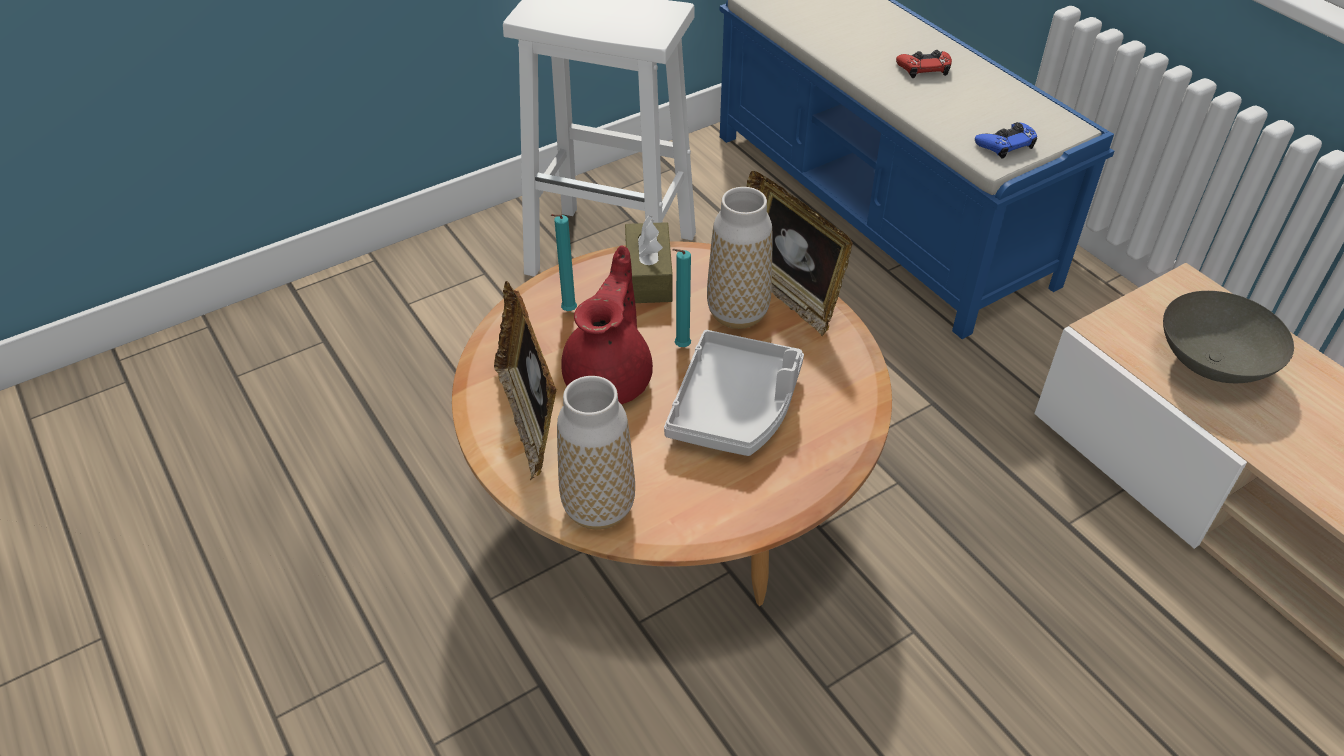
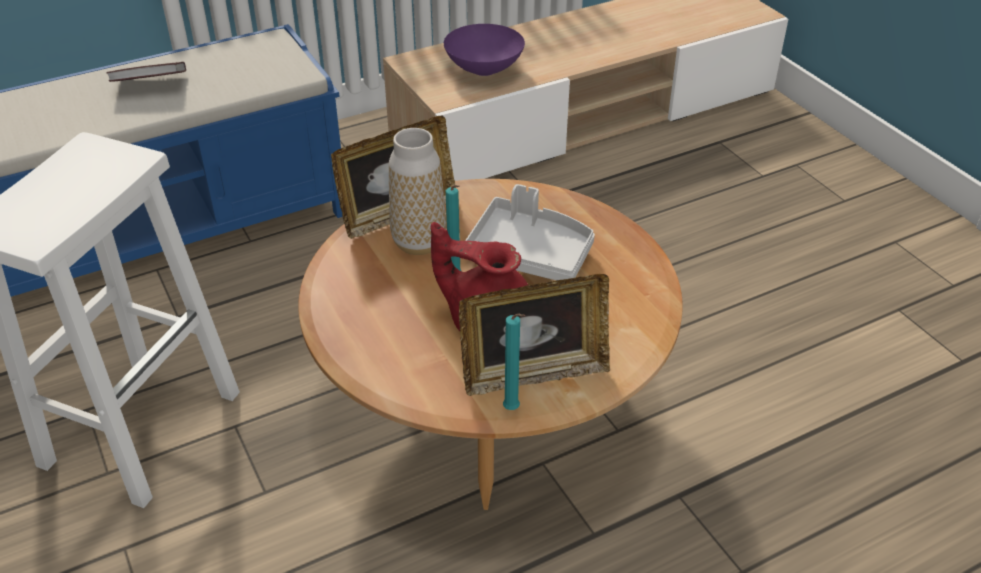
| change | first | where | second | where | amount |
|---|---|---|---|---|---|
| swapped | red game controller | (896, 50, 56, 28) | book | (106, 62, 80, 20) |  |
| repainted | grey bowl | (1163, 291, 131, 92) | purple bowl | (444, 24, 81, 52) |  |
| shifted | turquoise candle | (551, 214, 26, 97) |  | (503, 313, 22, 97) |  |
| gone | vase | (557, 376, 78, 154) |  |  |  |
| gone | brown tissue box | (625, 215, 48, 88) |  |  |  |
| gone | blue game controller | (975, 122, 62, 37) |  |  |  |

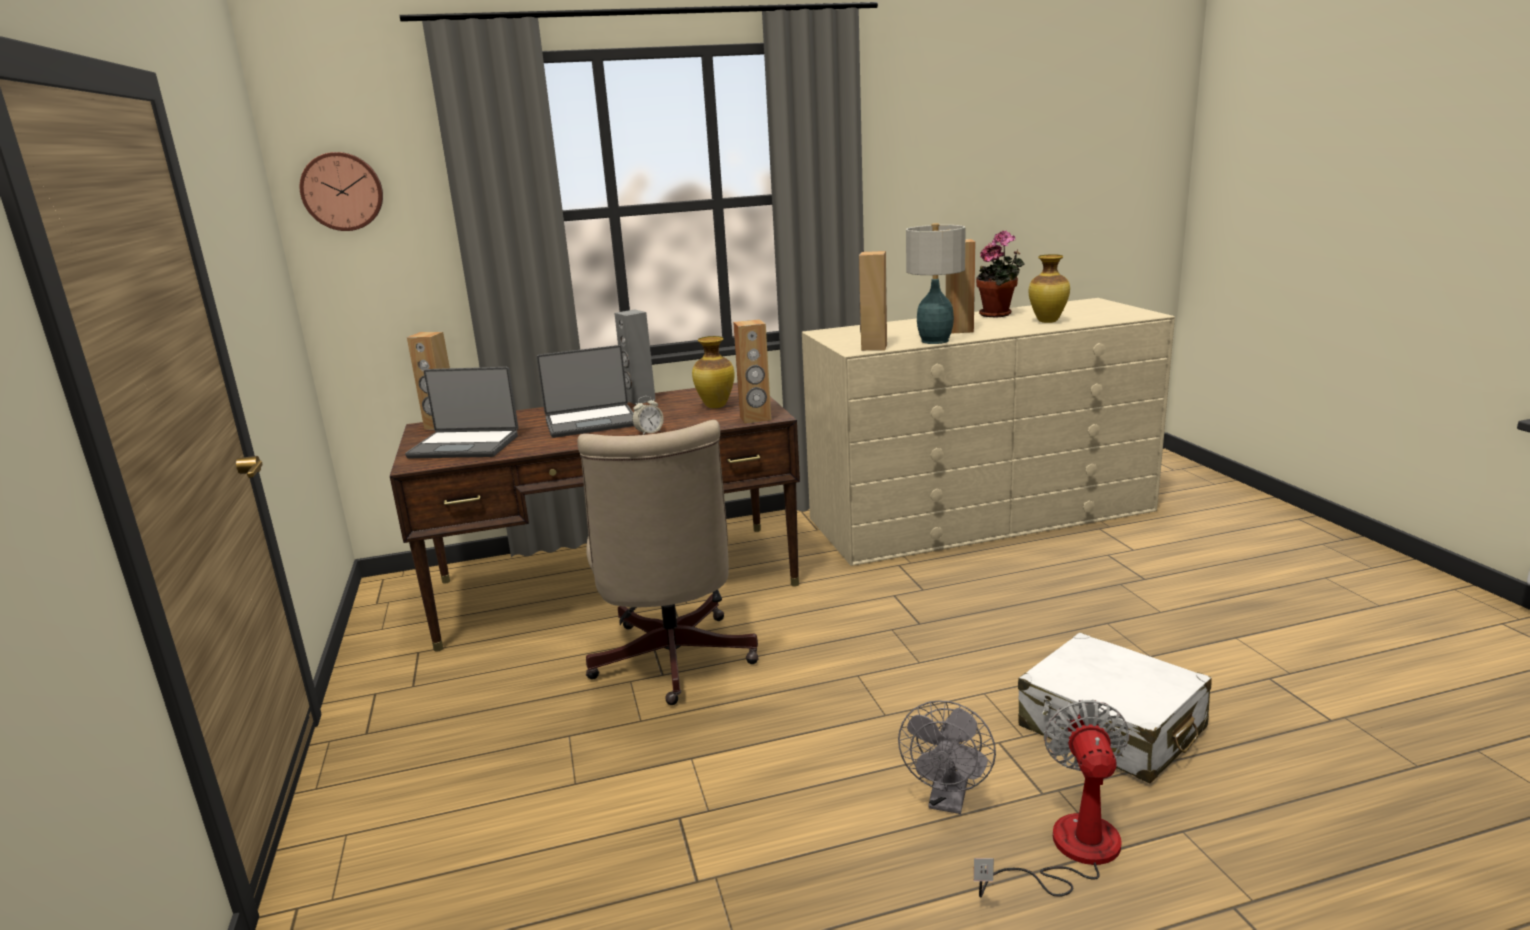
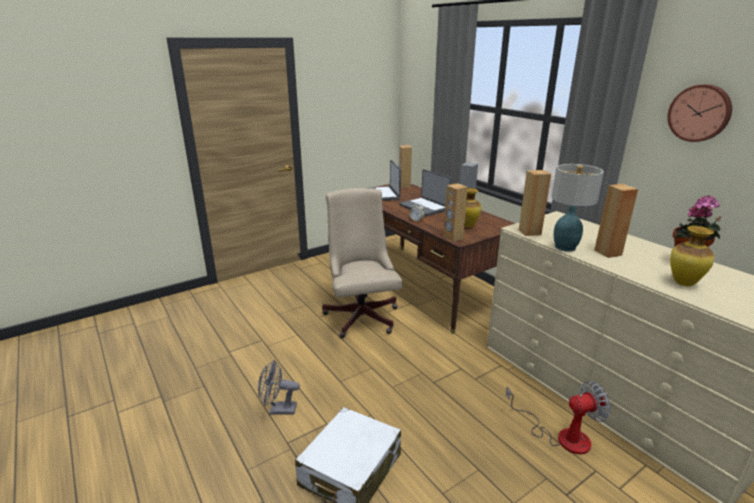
| change | first | where | second | where | amount |
|---|---|---|---|---|---|
| rotated | beige office chair | (577, 420, 182, 285) |  | (322, 188, 81, 150) | 105 degrees clockwise |
| shifted | fan | (974, 700, 155, 197) |  | (506, 381, 105, 73) |  |
| shifted | wall clock | (300, 152, 83, 79) |  | (667, 84, 65, 58) |  |

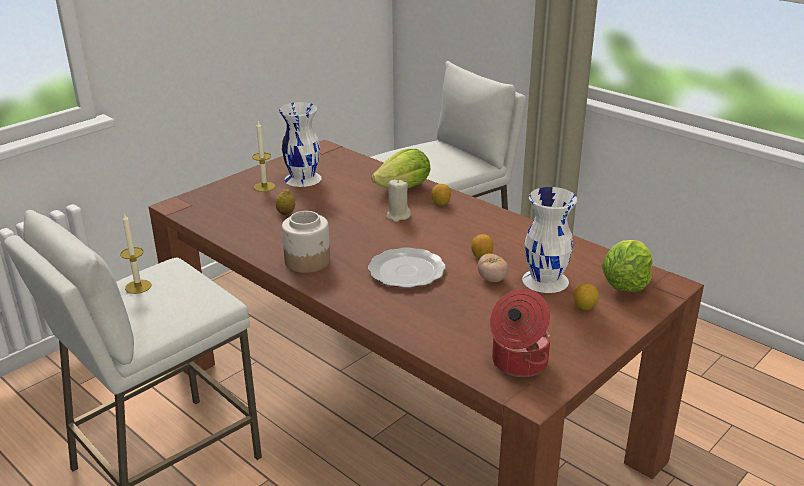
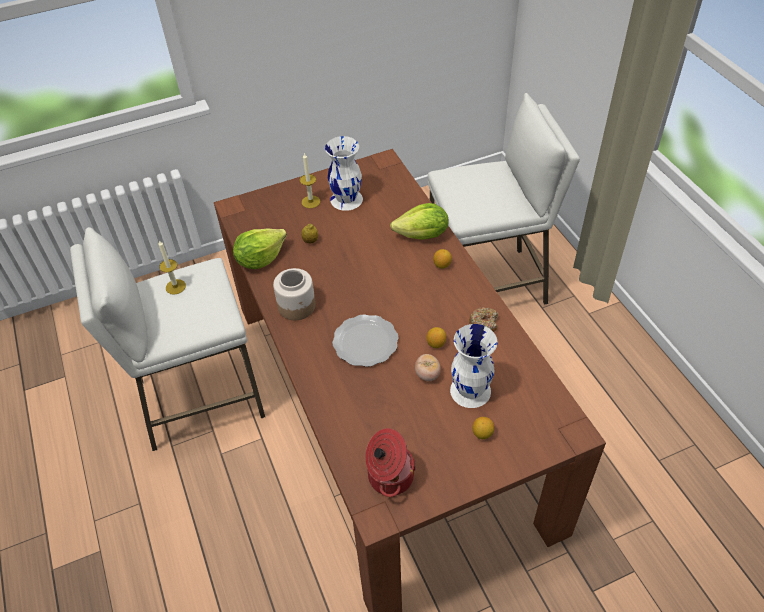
| change | first | where | second | where | amount |
|---|---|---|---|---|---|
| shifted | lettuce | (601, 240, 51, 52) |  | (233, 228, 54, 41) |  |
| new |  |  | donut | (469, 308, 29, 24) |  |
| gone | beige candle | (386, 179, 25, 43) |  |  |  |

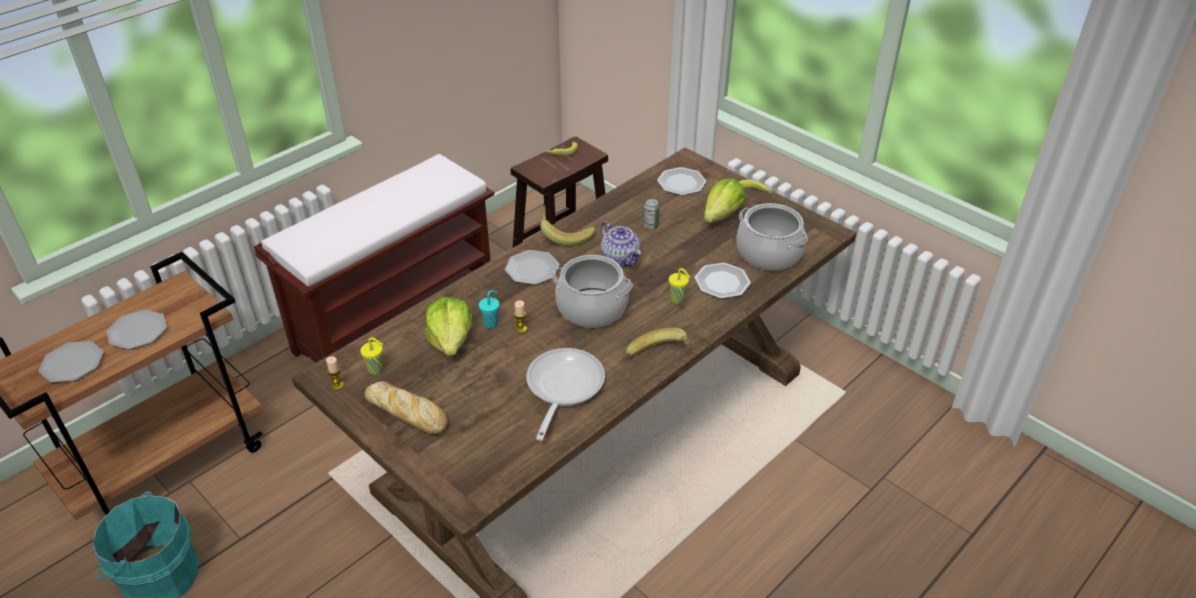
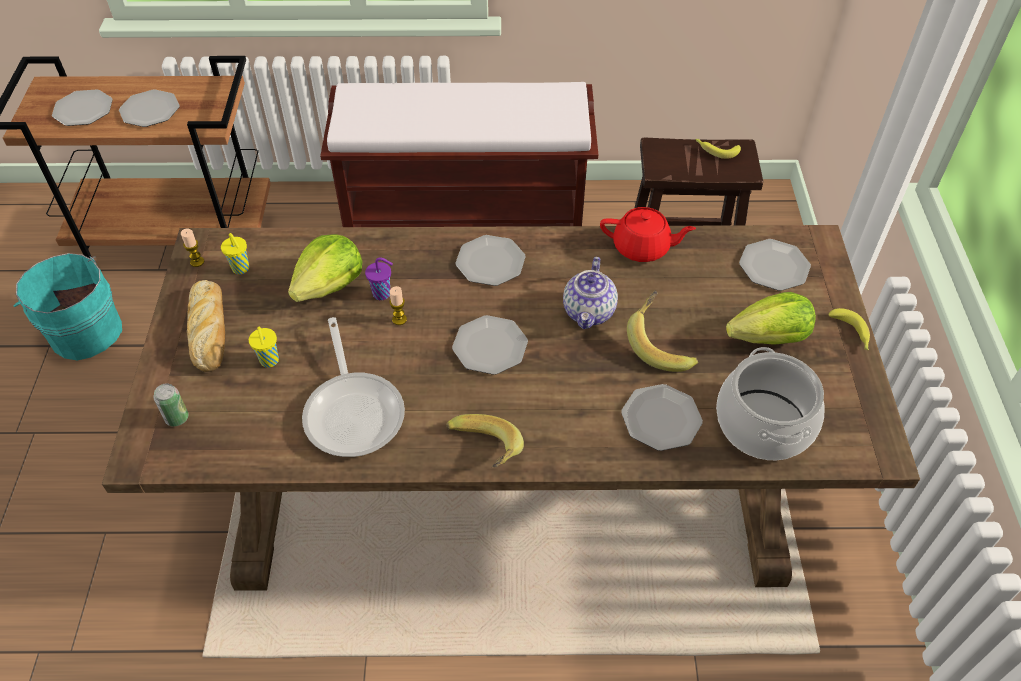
| change | first | where | second | where | amount |
|---|---|---|---|---|---|
| shifted | can | (643, 199, 16, 31) |  | (153, 384, 36, 43) |  |
| shifted | yellow cup | (669, 268, 21, 35) |  | (249, 327, 30, 41) |  |
| rotated | frying pan | (526, 348, 79, 93) |  | (302, 317, 103, 140) | 105 degrees clockwise |
| repainted | turquoise cup | (479, 290, 21, 39) | purple cup | (365, 257, 28, 43) |  |
| swapped | cooking pot | (552, 255, 81, 73) | plate | (452, 315, 76, 60) |  |
| new |  |  | red teapot | (600, 207, 96, 55) |  |
| shifted | banana | (540, 204, 55, 42) |  | (627, 290, 71, 82) |  |

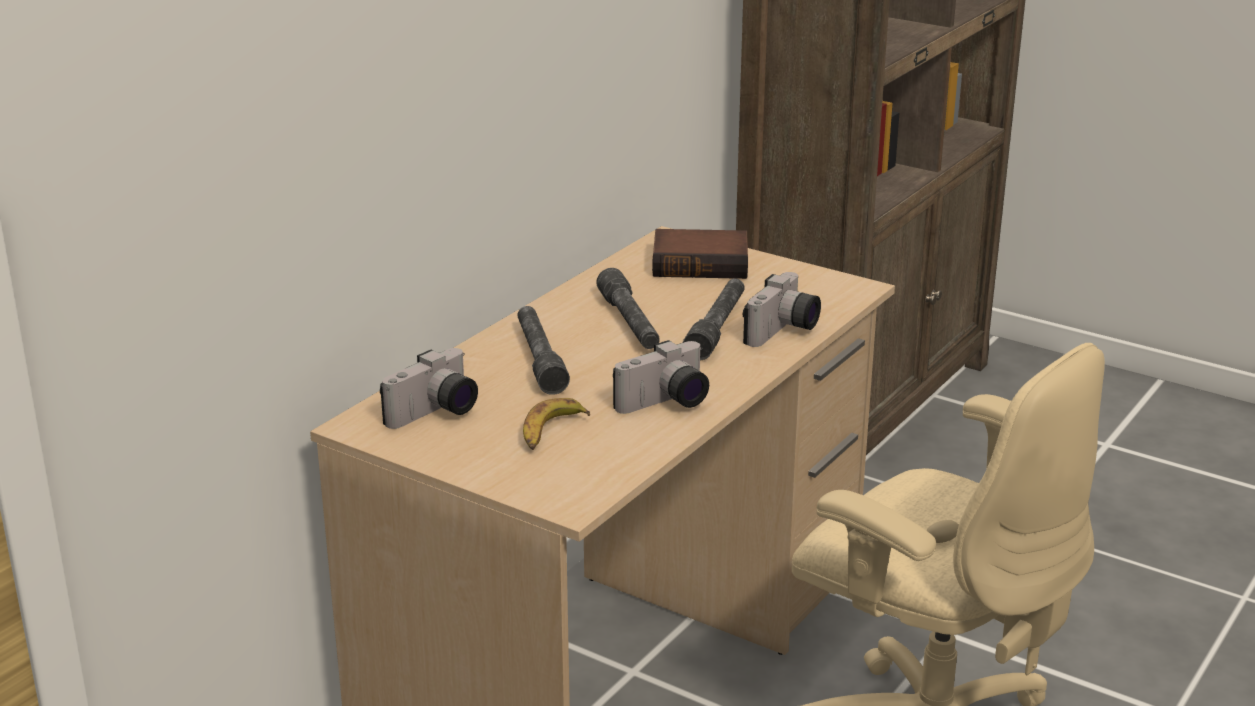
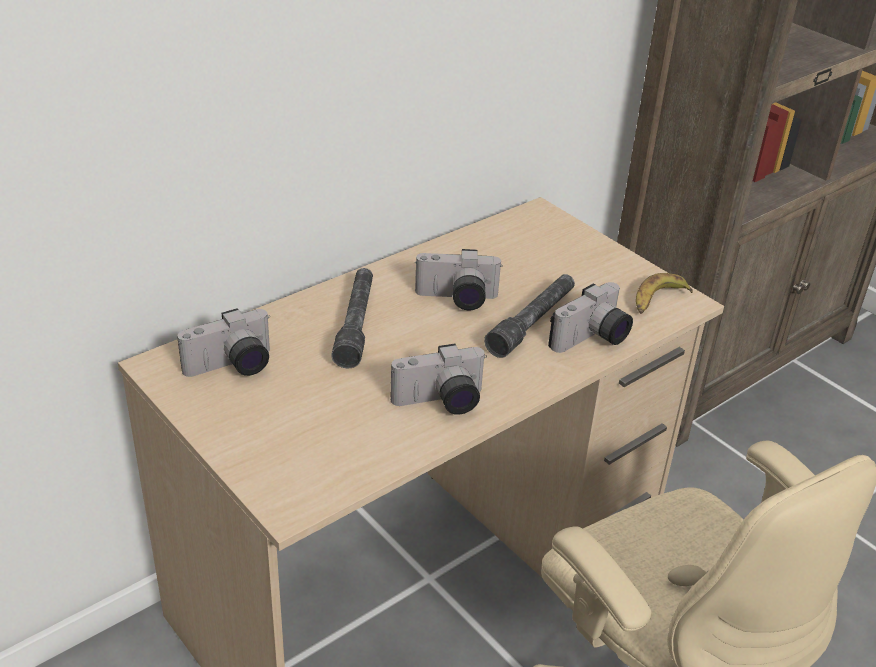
| change | first | where | second | where | amount |
|---|---|---|---|---|---|
| swapped | grey flashlight | (596, 268, 64, 81) | photo camera | (415, 249, 88, 61) |  |
| shifted | banana | (523, 398, 67, 52) |  | (636, 273, 57, 41) |  |
| gone | book | (652, 229, 96, 50) |  |  |  |

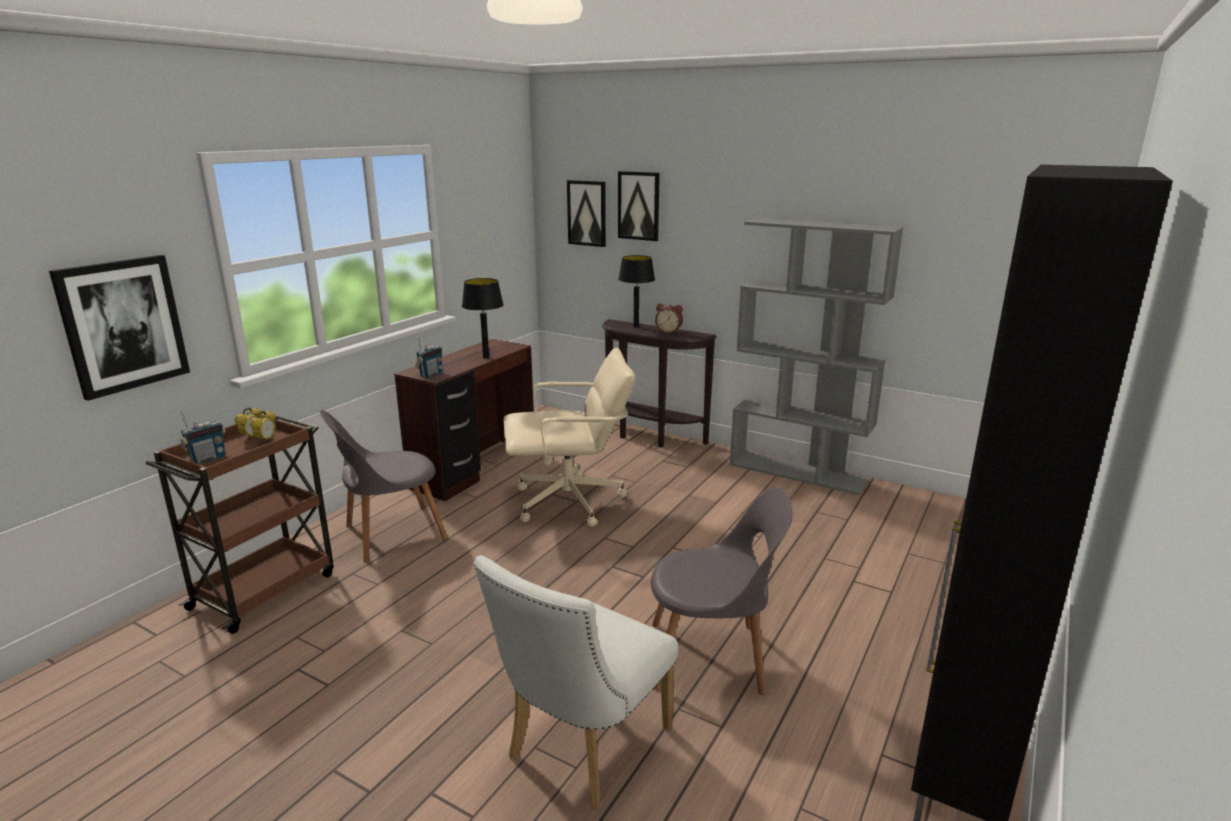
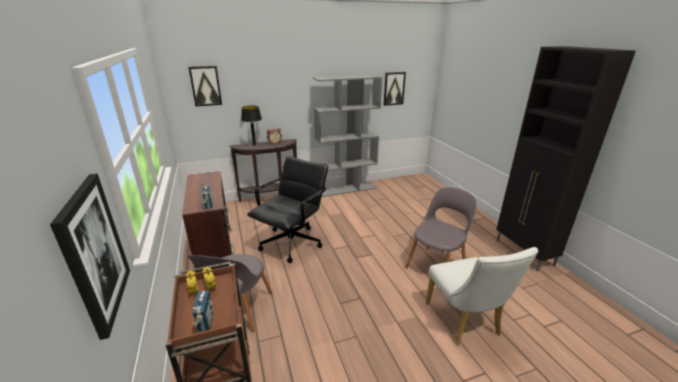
| change | first | where | second | where | amount |
|---|---|---|---|---|---|
| repainted | beige office chair | (503, 348, 133, 179) | black office chair | (247, 156, 81, 107) |  |
| shifted | picture | (618, 171, 42, 70) |  | (384, 72, 22, 34) |  |
| gone | black table lamp | (462, 278, 42, 81) |  |  |  |

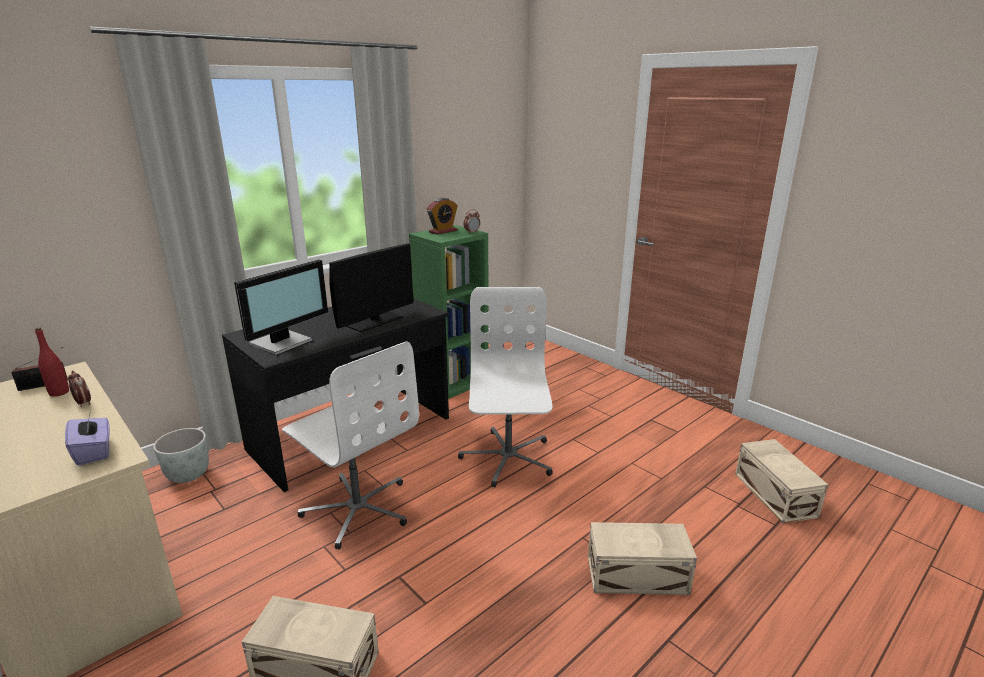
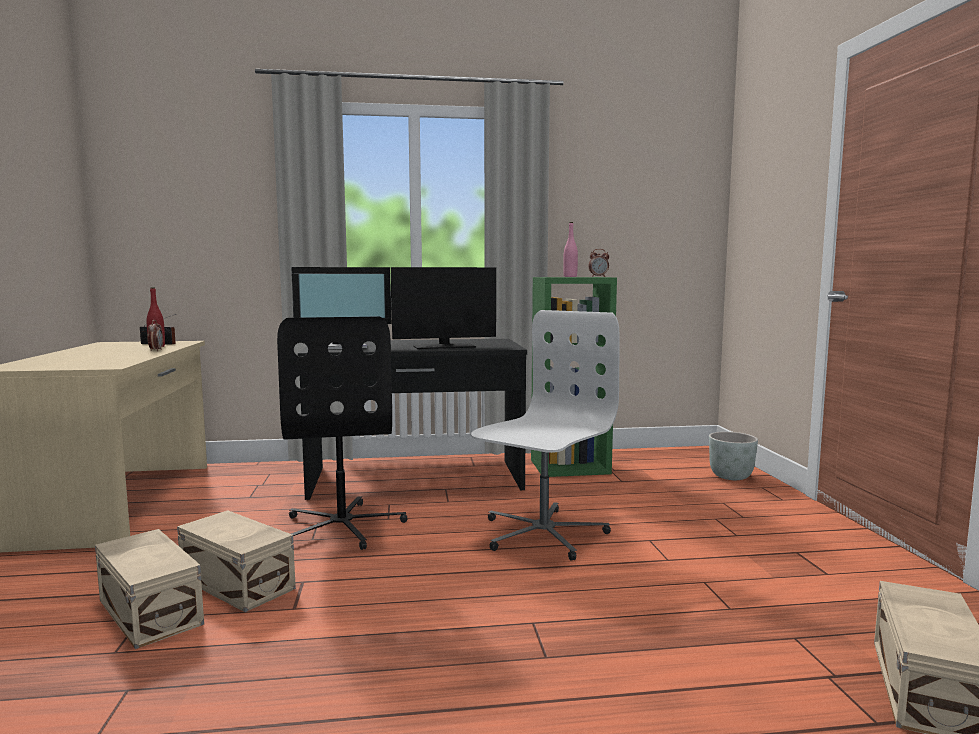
| change | first | where | second | where | amount |
|---|---|---|---|---|---|
| shifted | beige storage box | (588, 522, 109, 73) |  | (177, 510, 119, 102) |  |
| repainted | white office chair | (282, 341, 137, 208) | black office chair | (277, 316, 130, 234) |  |
| swapped | alarm clock | (427, 198, 31, 37) | pink bottle | (563, 222, 15, 55) |  |
| shifted | grey planter | (153, 428, 56, 55) |  | (709, 432, 49, 48) |  |
| gone | purple tissue box | (65, 411, 44, 54) |  |  |  |

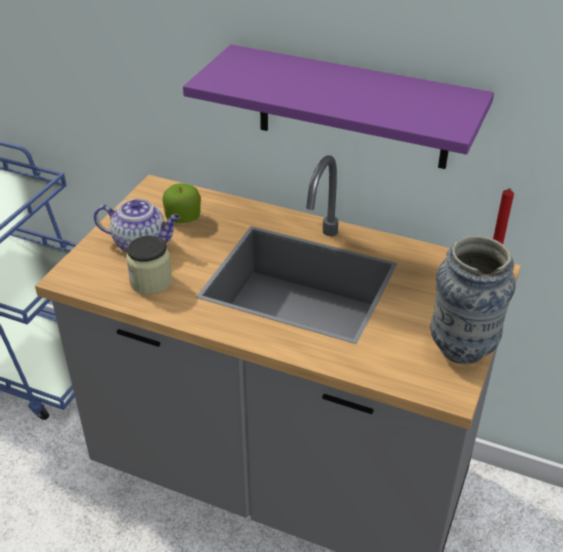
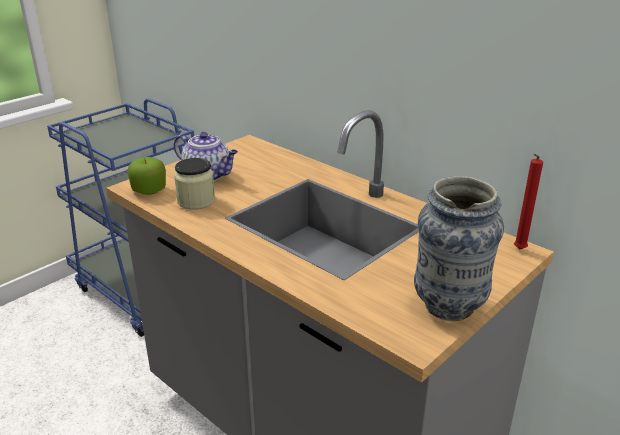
| change | first | where | second | where | amount |
|---|---|---|---|---|---|
| shifted | apple | (163, 183, 38, 40) |  | (128, 157, 38, 38) |  |
| gone | purple shelf | (183, 45, 311, 124) |  |  |  |

